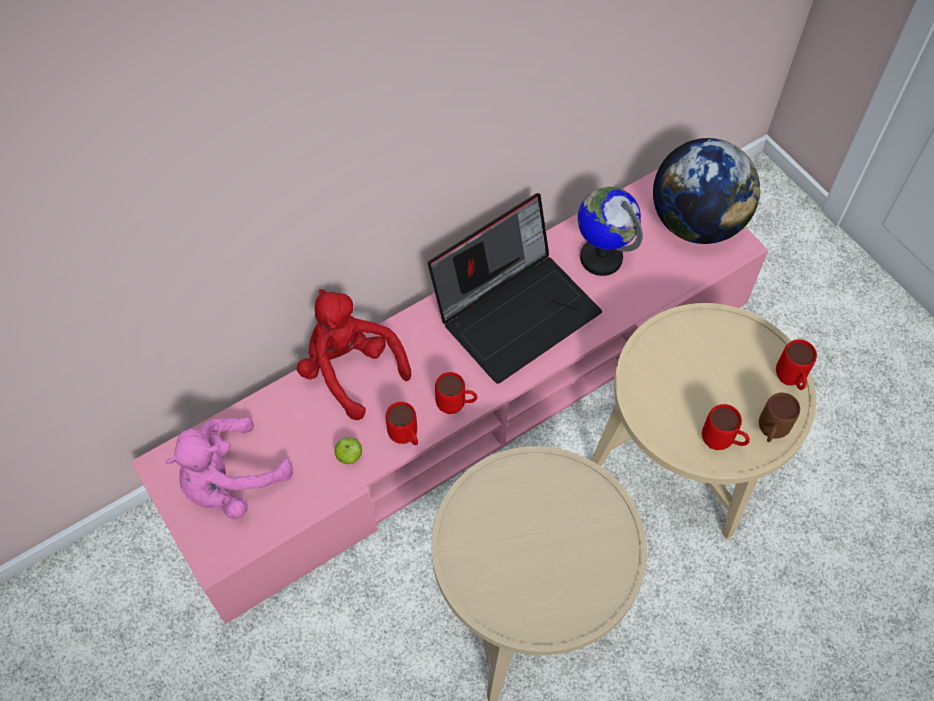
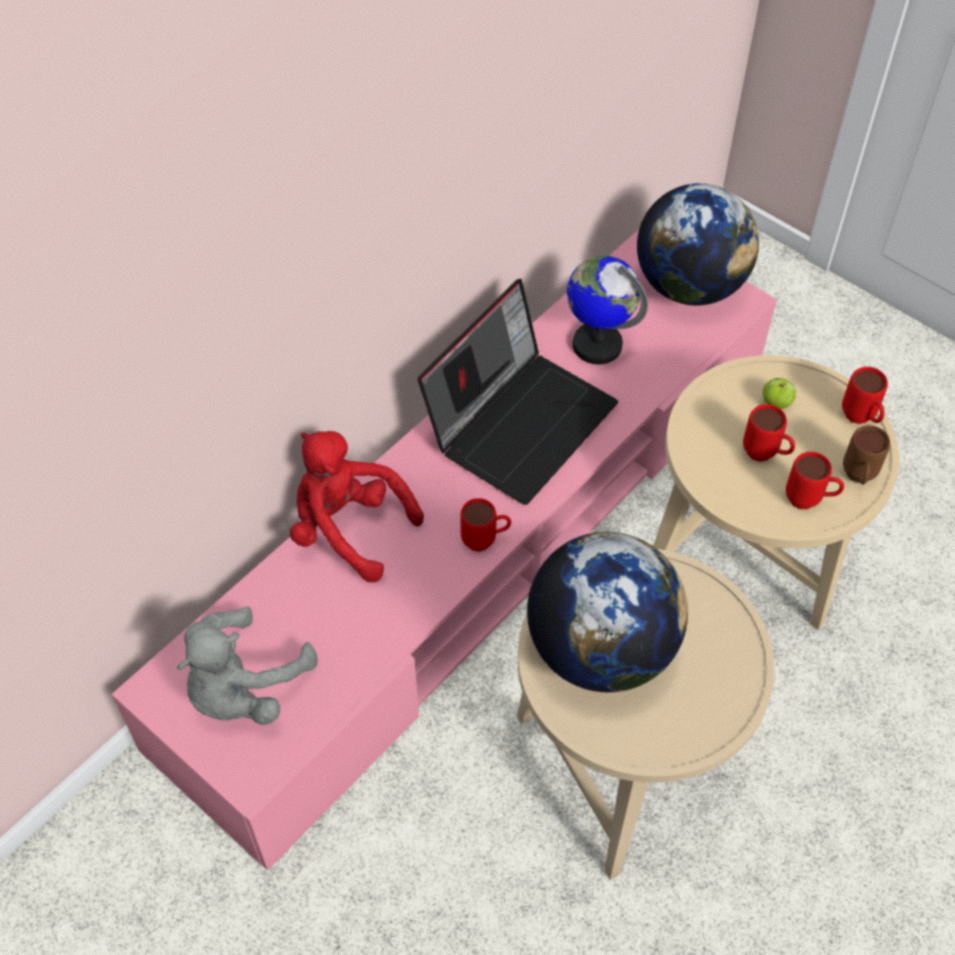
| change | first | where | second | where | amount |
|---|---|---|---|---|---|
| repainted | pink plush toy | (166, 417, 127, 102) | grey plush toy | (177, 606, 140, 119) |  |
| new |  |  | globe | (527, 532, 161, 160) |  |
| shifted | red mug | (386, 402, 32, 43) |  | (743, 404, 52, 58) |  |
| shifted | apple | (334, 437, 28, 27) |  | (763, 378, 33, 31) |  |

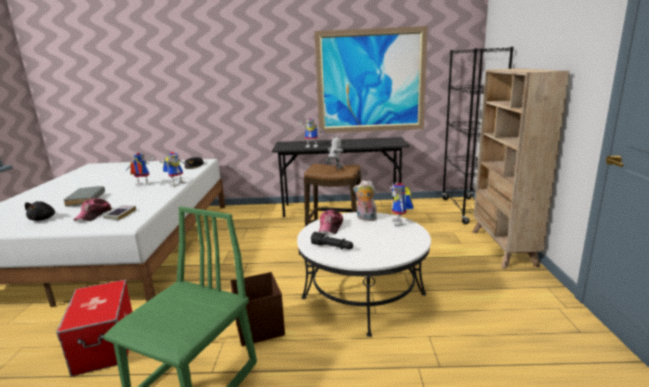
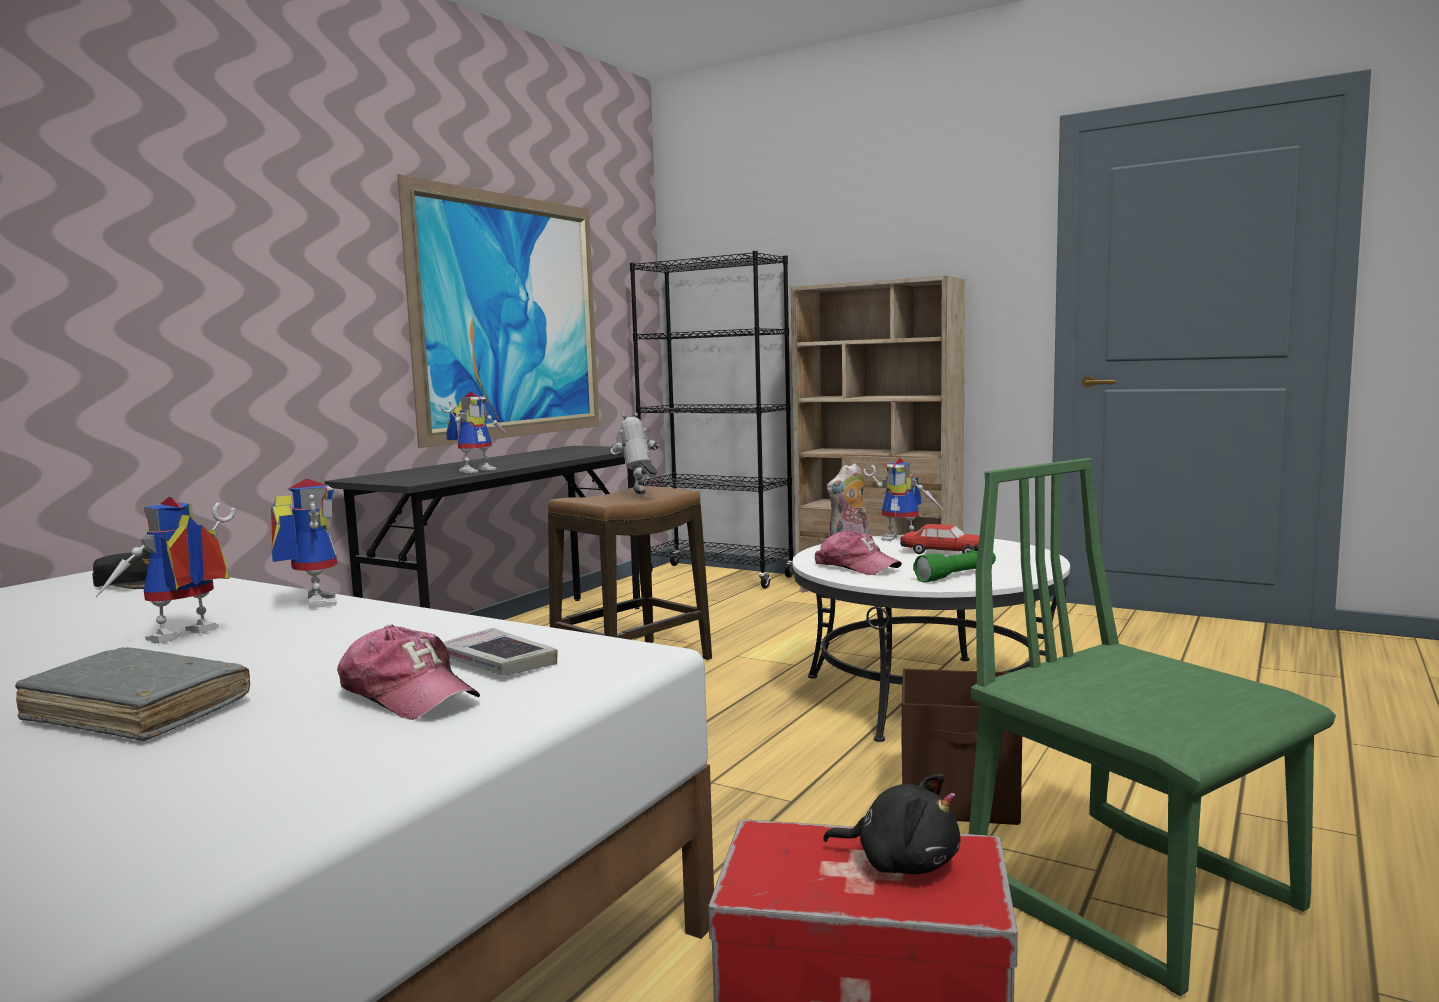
| change | first | where | second | where | amount |
|---|---|---|---|---|---|
| shifted | black plush toy | (25, 201, 30, 20) |  | (823, 774, 138, 100) |  |
| new |  |  | toy car | (900, 524, 79, 30) |  |
| repainted | black flashlight | (311, 232, 42, 18) | green flashlight | (913, 550, 83, 32) |  |

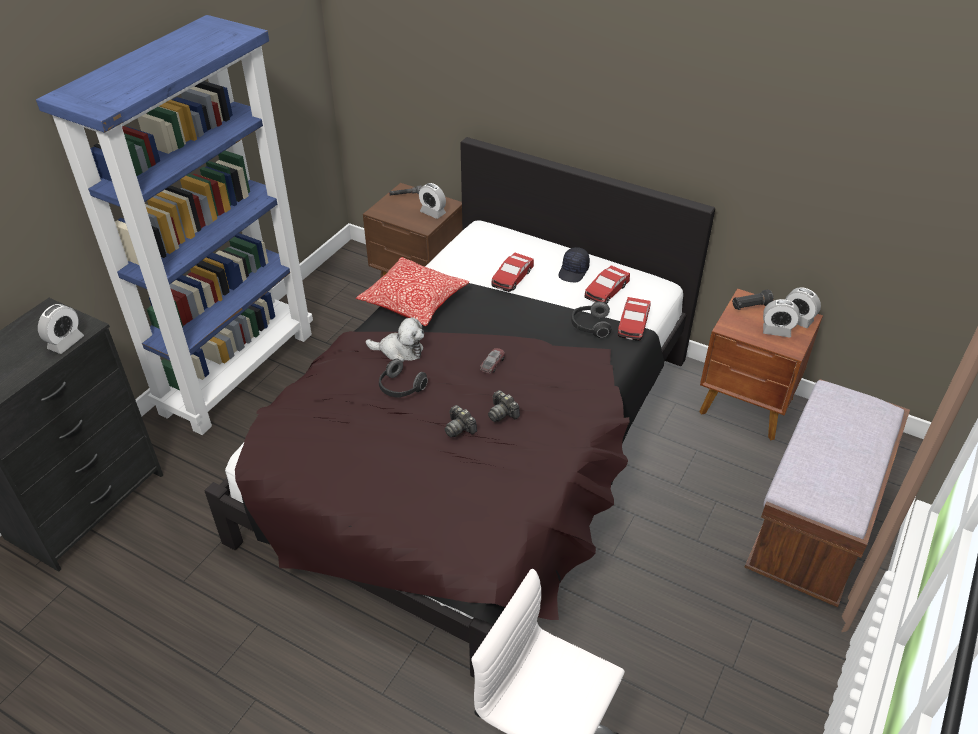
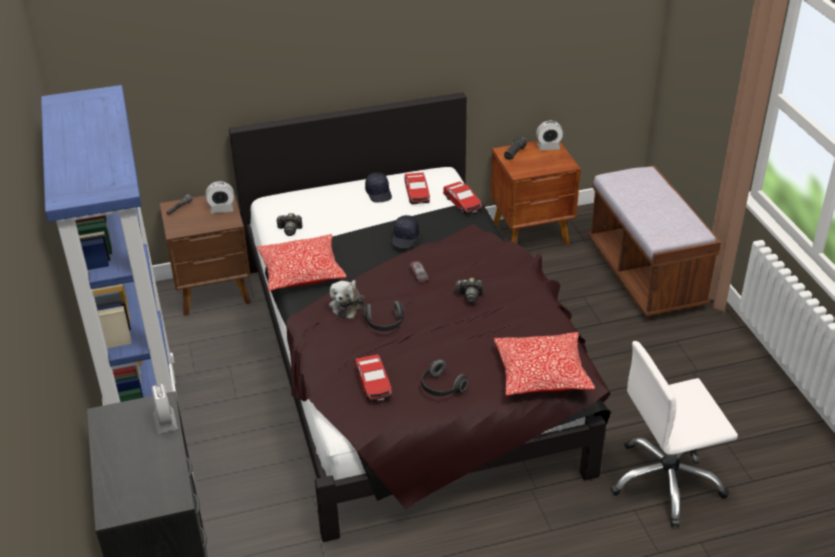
| change | first | where | second | where | amount |
|---|---|---|---|---|---|
| shifted | photo camera | (445, 405, 32, 32) |  | (276, 213, 27, 23) |  |
| rotated | plush toy | (365, 317, 59, 45) |  | (329, 280, 35, 39) | 135 degrees clockwise |
| shifted | toy car | (492, 252, 42, 40) |  | (355, 354, 37, 48) |  |
| new |  |  | black cap | (391, 215, 28, 33) |  |
| shifted | headphones | (571, 302, 41, 36) |  | (421, 359, 47, 37) |  |
| new |  |  | pillow | (494, 332, 101, 64) |  |
| gone | alarm clock | (763, 299, 37, 38) |  |  |  |

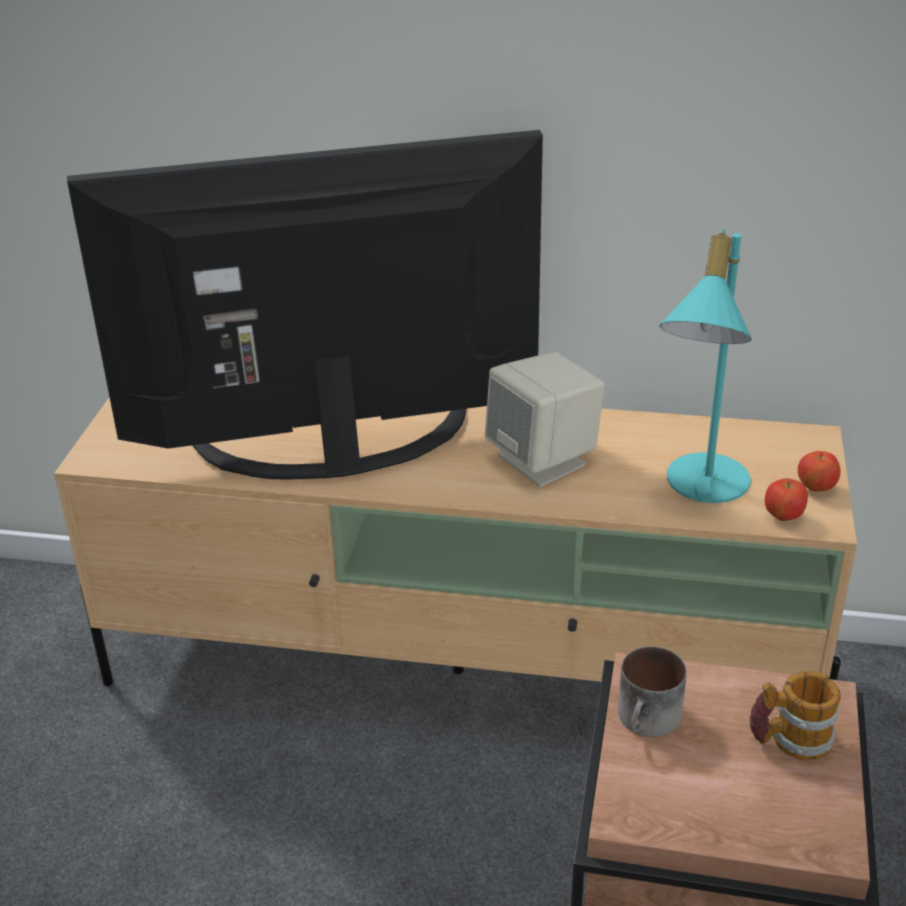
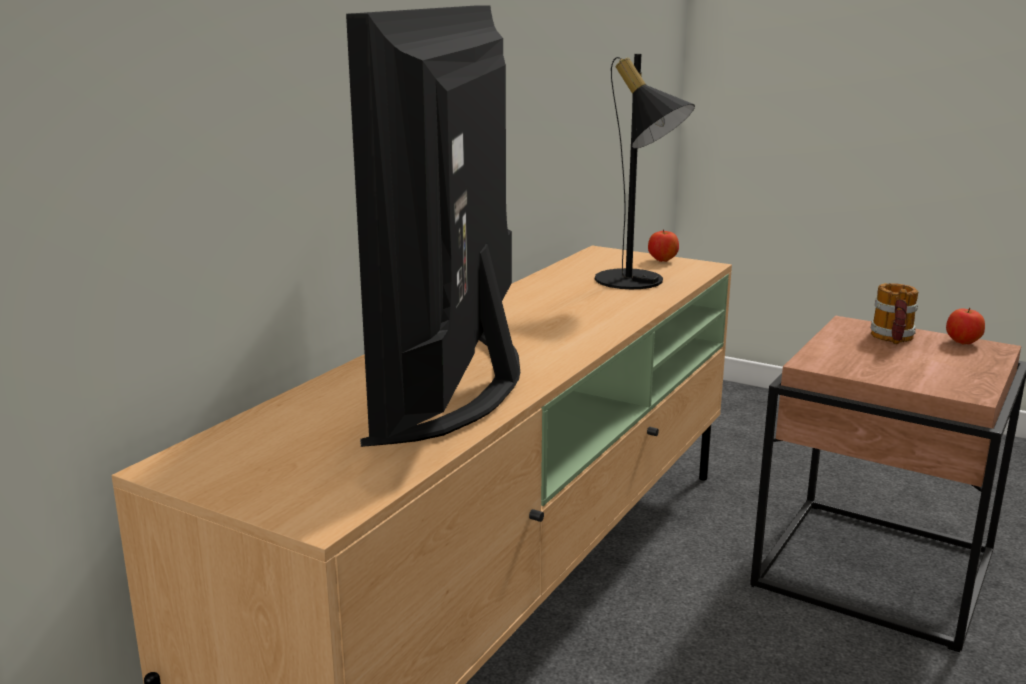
| change | first | where | second | where | amount |
|---|---|---|---|---|---|
| repainted | turquoise table lamp | (659, 229, 93, 274) | black table lamp | (595, 54, 100, 235) |  |
| shifted | apple | (765, 478, 43, 43) |  | (946, 308, 39, 36) |  |
| gone | beige speaker | (485, 352, 119, 135) |  |  |  |
| gone | mug | (618, 646, 69, 91) |  |  |  |

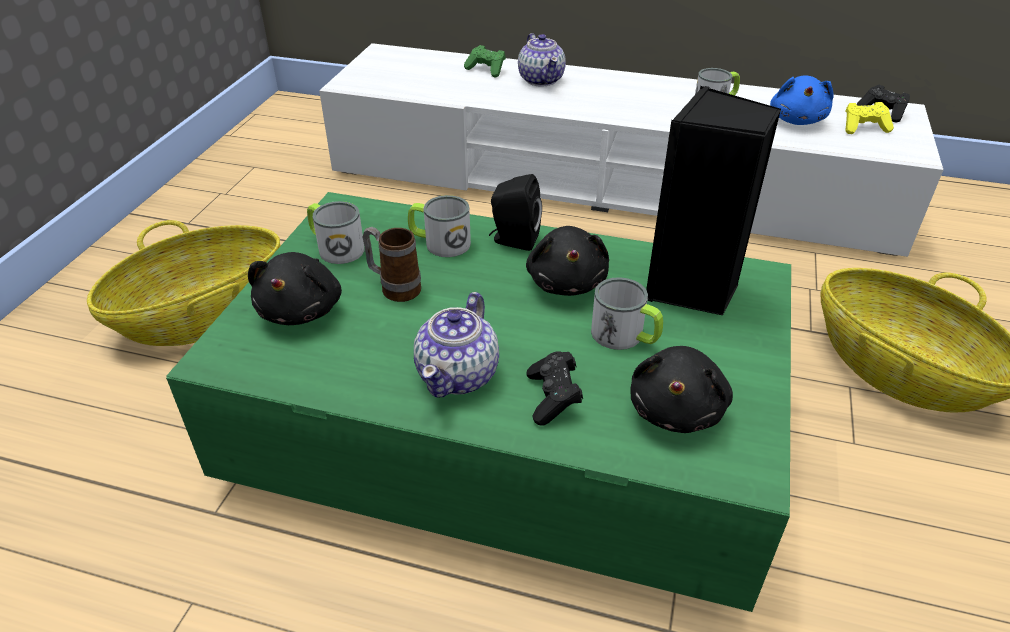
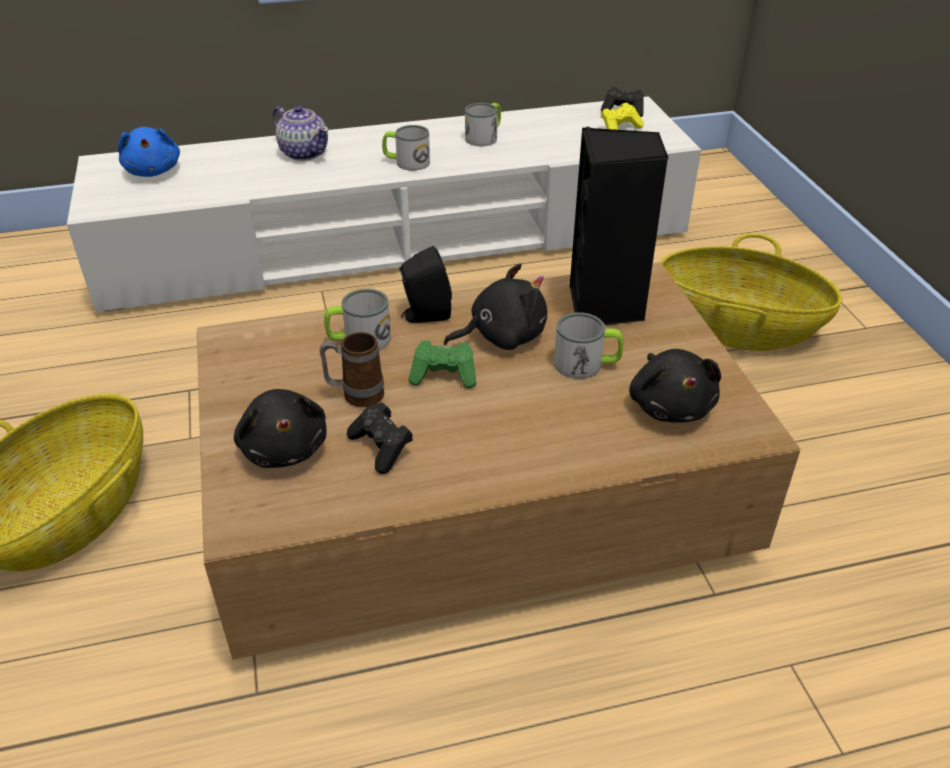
| change | first | where | second | where | amount |
|---|---|---|---|---|---|
| shifted | blue plush toy | (770, 76, 64, 49) |  | (118, 127, 62, 50) |  |
| repainted | green coffee table | (166, 192, 625, 420) | brown coffee table | (197, 262, 603, 398) |  |
| shifted | black game controller | (526, 351, 57, 75) |  | (347, 402, 66, 72) |  |
| shifted | mug | (307, 201, 57, 63) |  | (382, 125, 48, 46) |  |
| shifted | green game controller | (464, 45, 42, 33) |  | (408, 341, 68, 47) |  |
| rotated | black plush toy | (526, 226, 83, 70) |  | (444, 263, 103, 87) | 75 degrees counterclockwise |
| gone | teapot | (414, 292, 85, 106) |  |  |  |

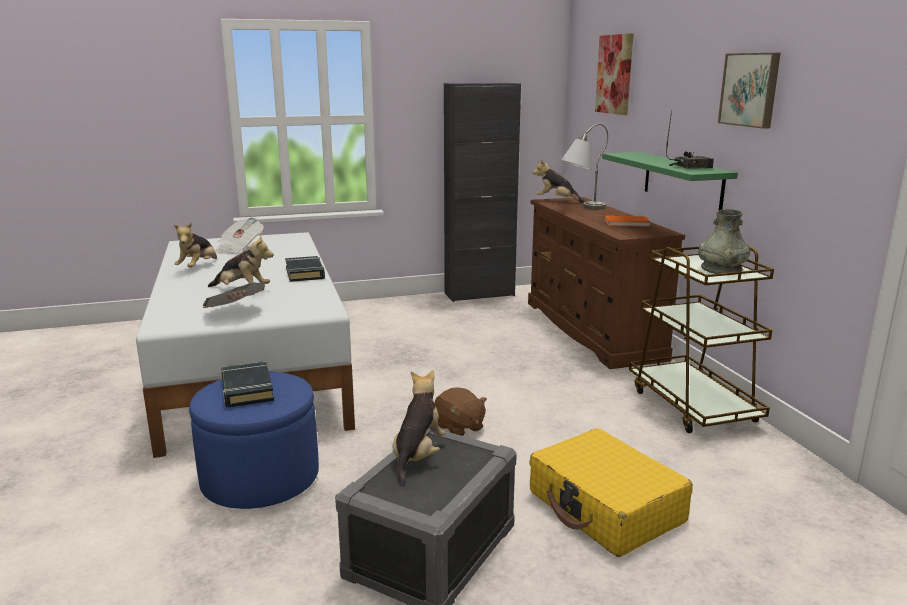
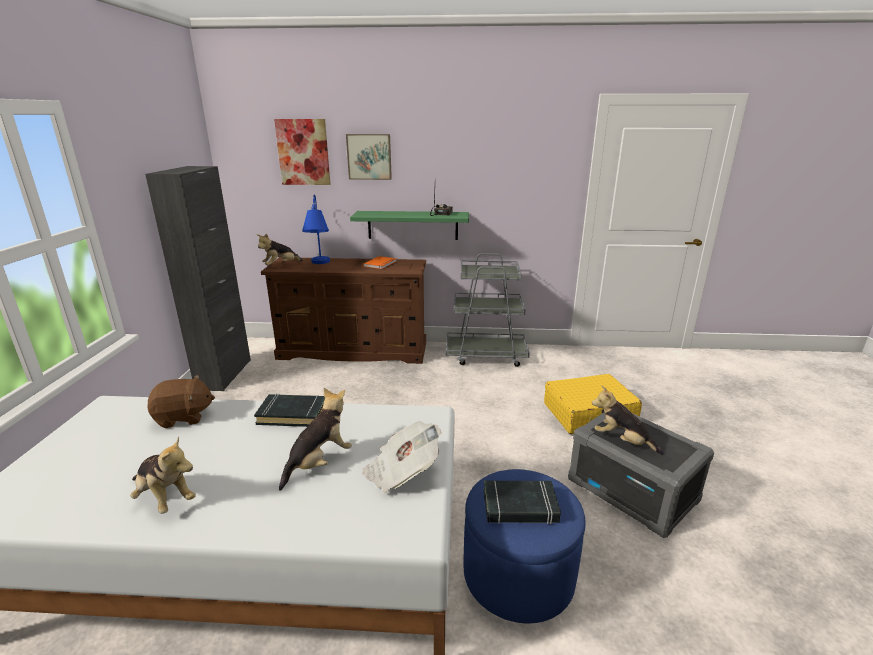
| change | first | where | second | where | amount |
|---|---|---|---|---|---|
| shifted | brown plush toy | (434, 387, 53, 49) |  | (148, 375, 67, 53) |  |
| repainted | grey table lamp | (561, 124, 47, 86) | blue table lamp | (302, 194, 28, 70) |  |
| shifted | picture | (718, 53, 63, 76) |  | (346, 134, 46, 46) |  |
| repainted | brown cart | (629, 247, 145, 186) | grey cart | (446, 253, 84, 114) |  |
| gone | newspaper | (215, 217, 49, 37) |  |  |  |
| gone | grey vase | (698, 209, 52, 65) |  |  |  |

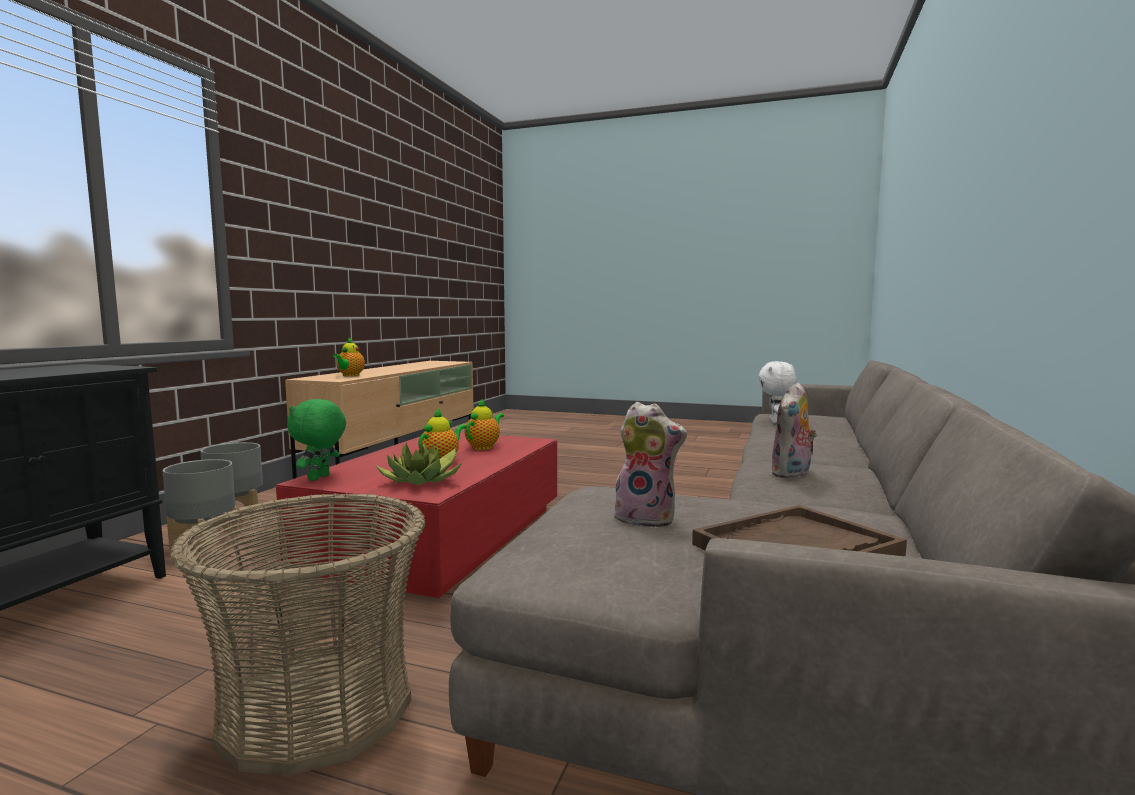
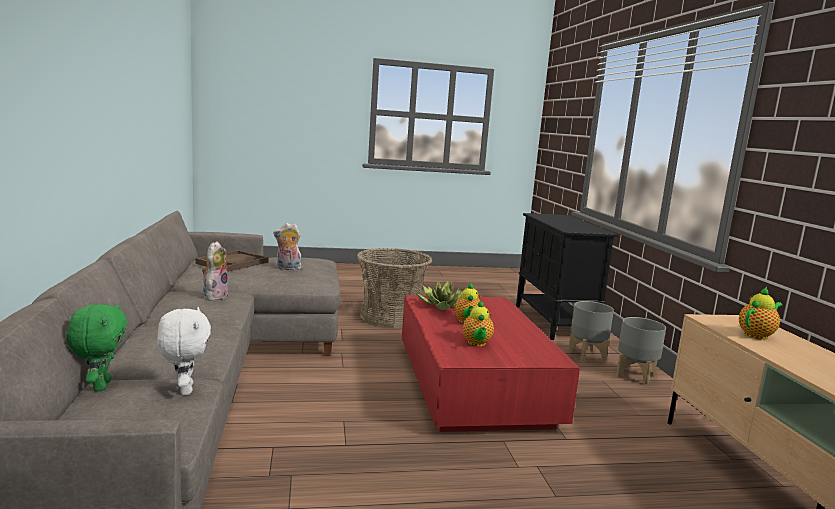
| change | first | where | second | where | amount |
|---|---|---|---|---|---|
| shifted | green plush toy | (287, 399, 59, 82) |  | (66, 303, 62, 88) |  |
| rotated | teapot | (333, 338, 32, 38) |  | (739, 287, 43, 52) | 75 degrees clockwise |

